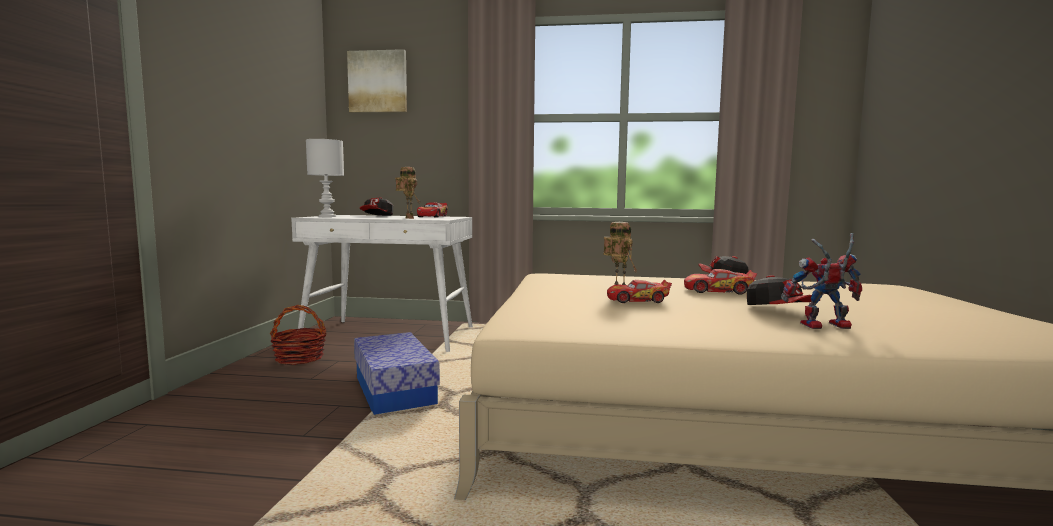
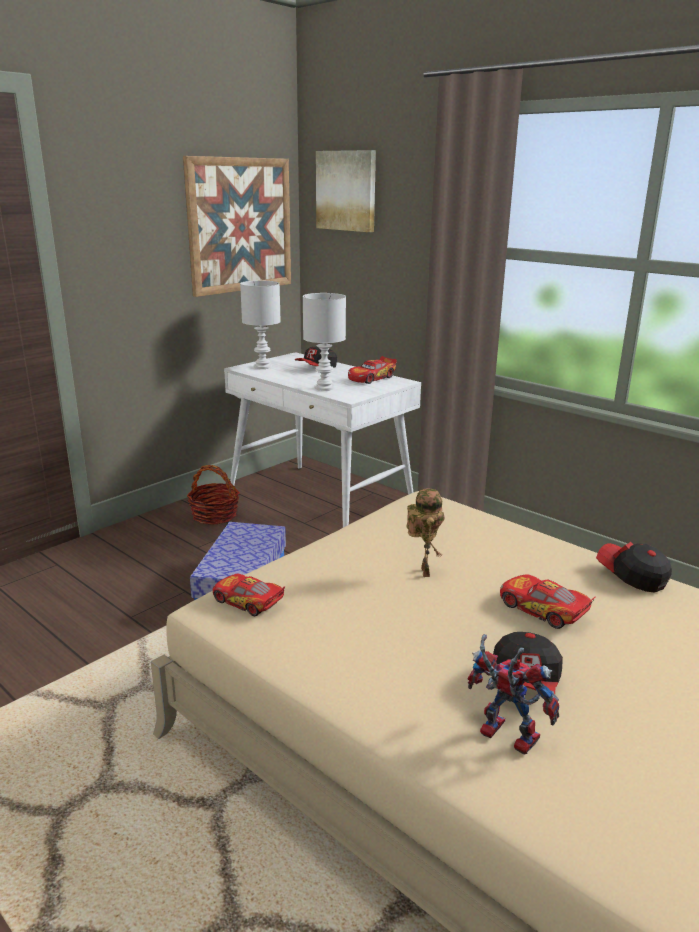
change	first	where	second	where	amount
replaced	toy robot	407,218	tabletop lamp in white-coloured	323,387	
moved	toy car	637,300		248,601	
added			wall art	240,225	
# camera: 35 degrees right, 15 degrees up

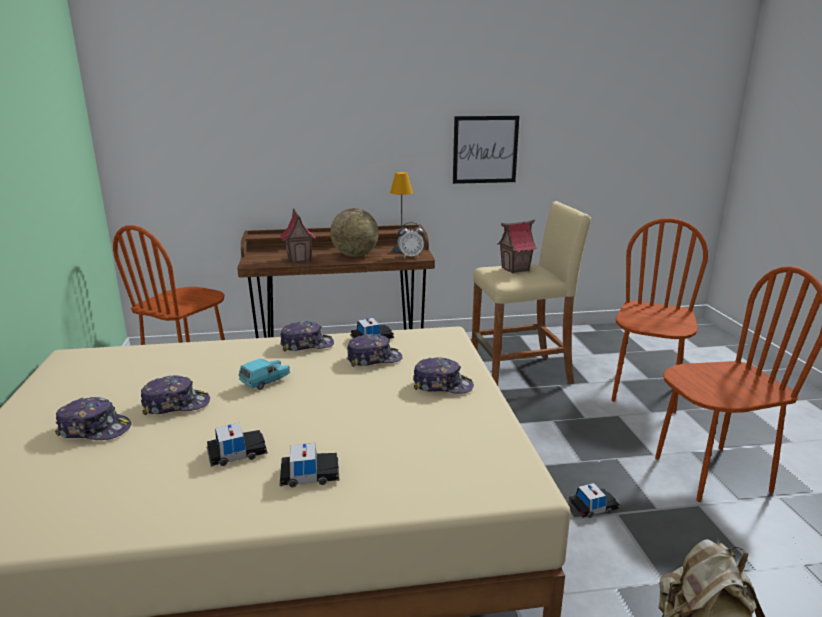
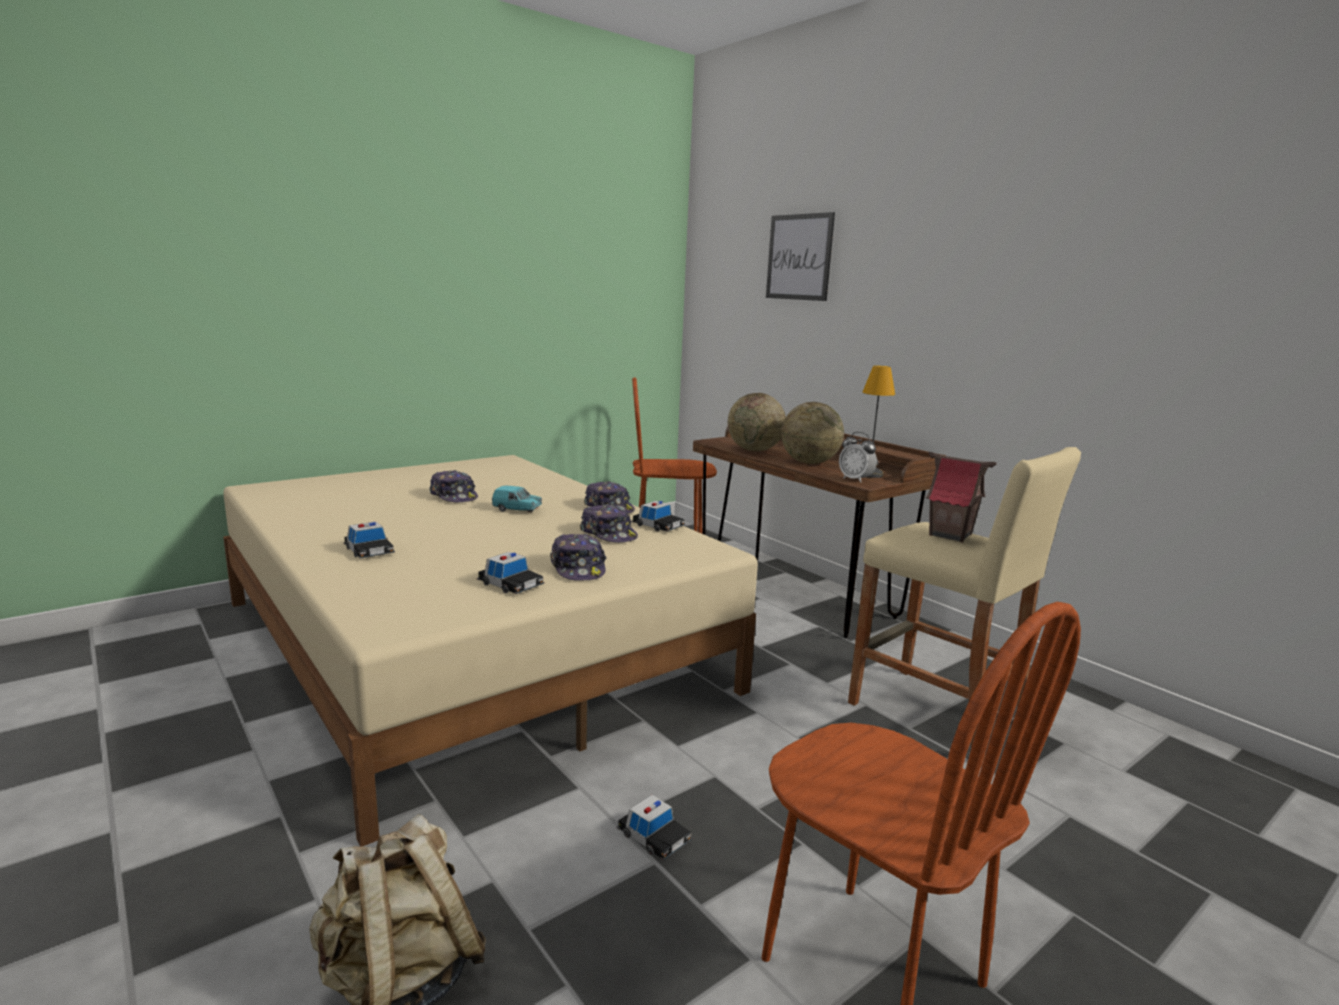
change	first	where	second	where	amount
removed	baseball cap	95,429			
moved	toy car	237,453		510,584	
replaced	toy house	299,259	globe	754,450	
moved	wall art	485,149		799,257	
removed	plain chair in brownish	645,392			
# camera: 60 degrees right, 5 degrees down

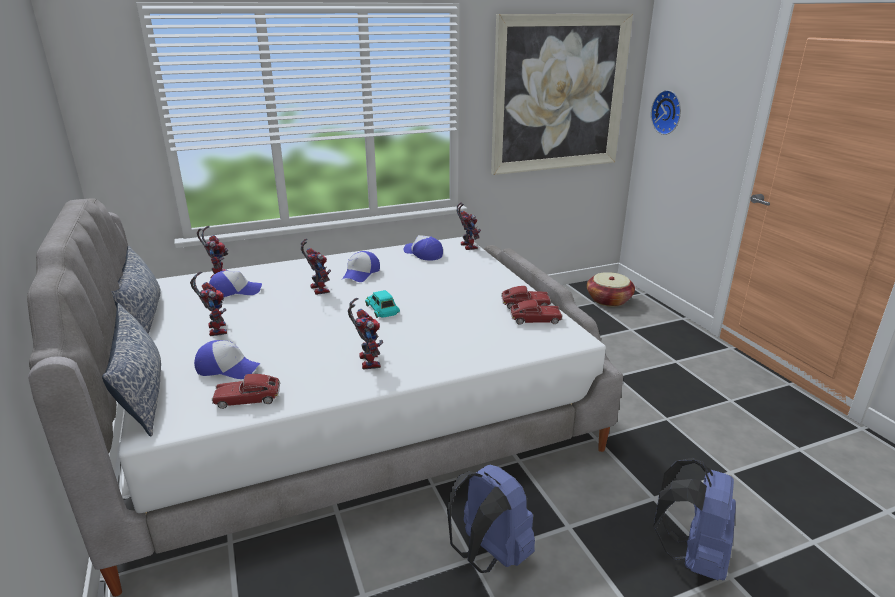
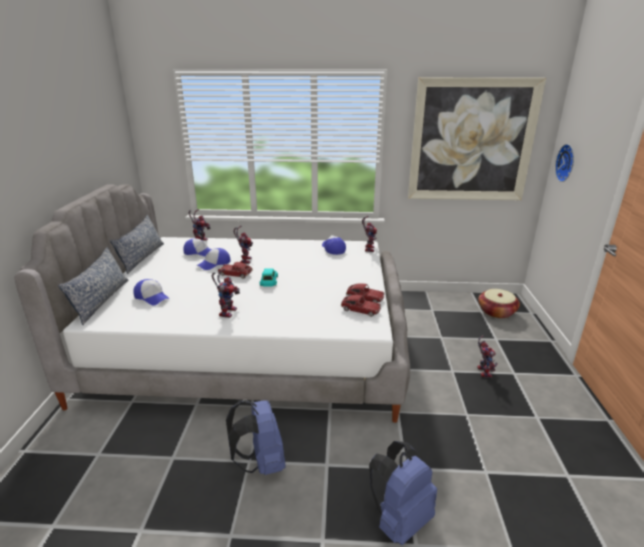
change	first	where	second	where	amount
moved	toy robot	215,329		482,371	
moved	toy car	248,399		235,274	
moved	baseball cap	361,273		214,264	
# camera: 25 degrees right, 0 degrees up

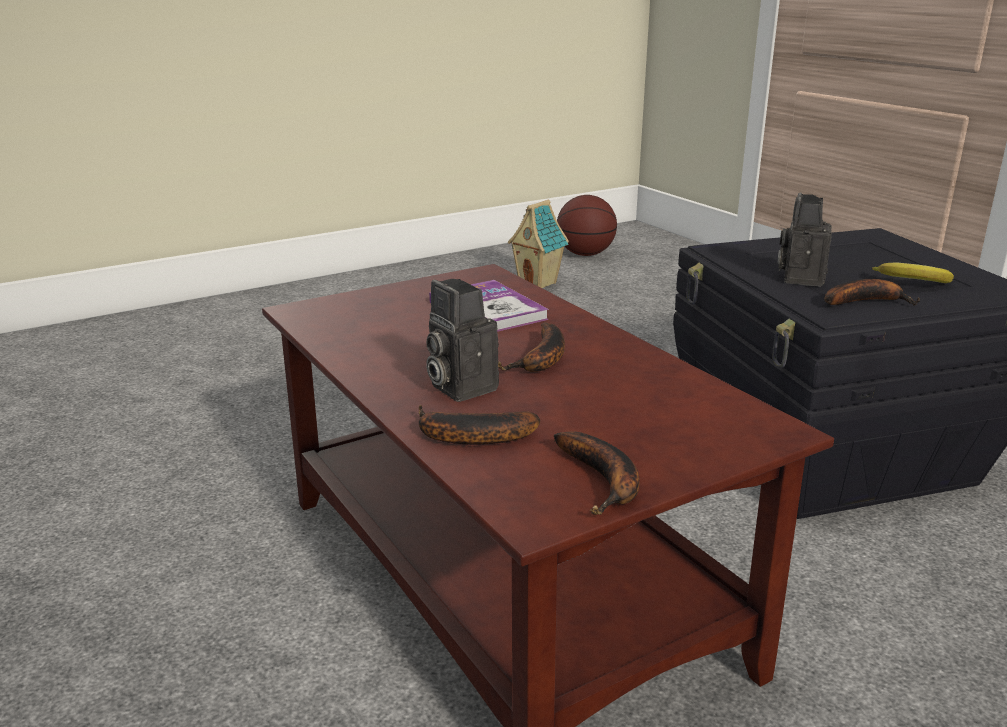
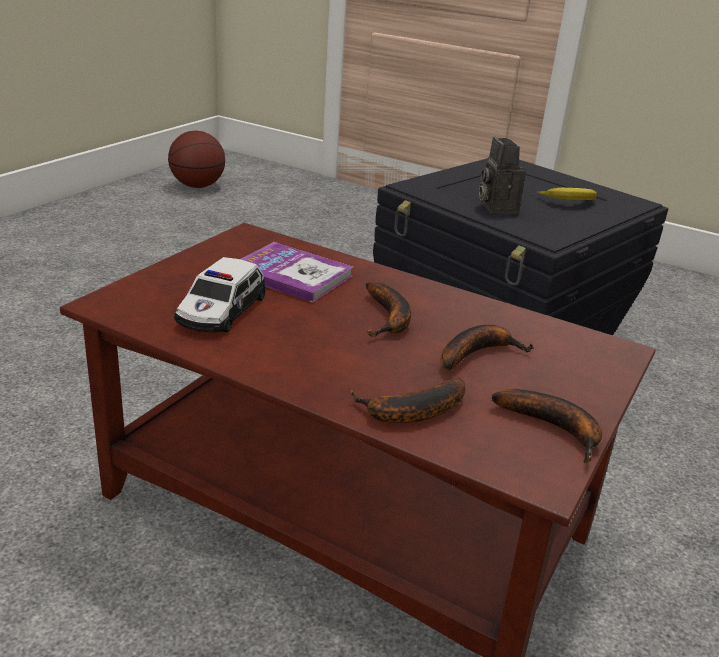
change	first	where	second	where	amount
removed	photo camera	458,387			
removed	toy house	538,283			
moved	banana	866,301		477,353	
added			toy car	221,311	
# camera: 30 degrees left, 5 degrees up

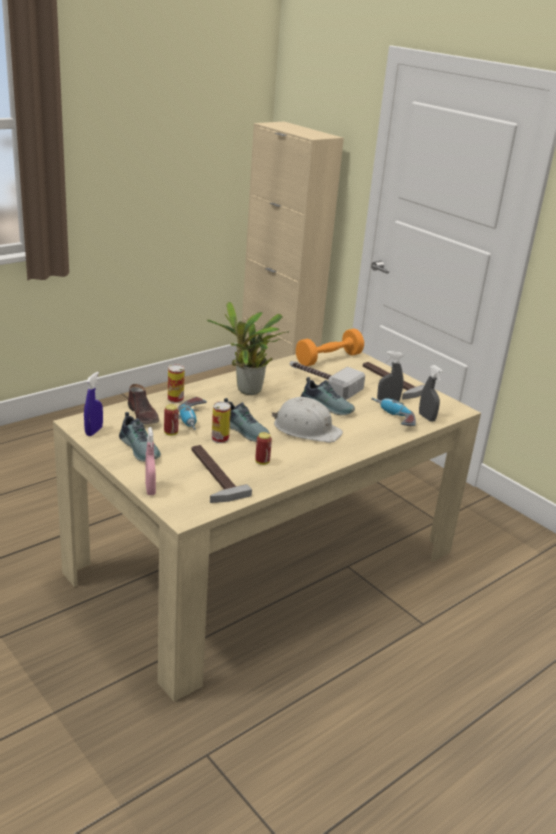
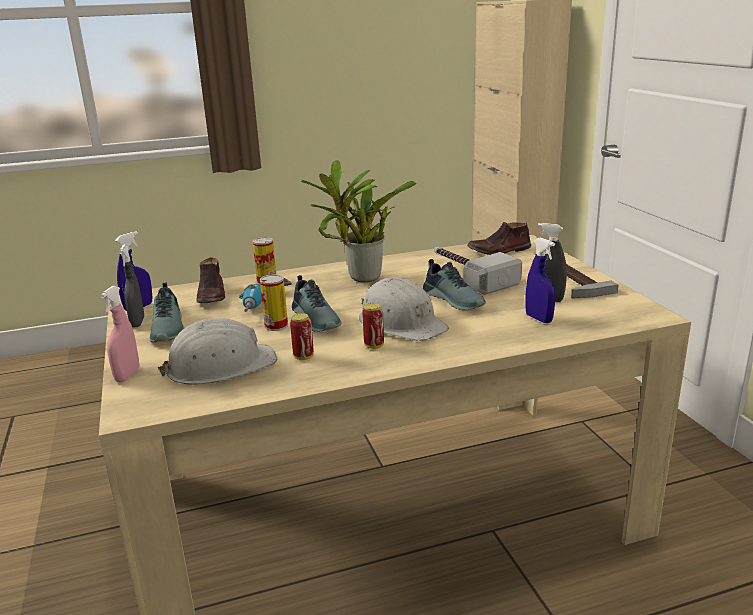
change	first	where	second	where	amount
moved	can	171,433		374,346	
replaced	hammer	210,475	work helmet in white-coloured	220,366	
replaced	free weight in orangey	328,359	low shoe in brownish	499,251	
replaced	drill	392,418	sprayer in bluish	538,319	
moved	sprayer in grey	426,417		137,322	
# camera: 25 degrees right, 5 degrees down

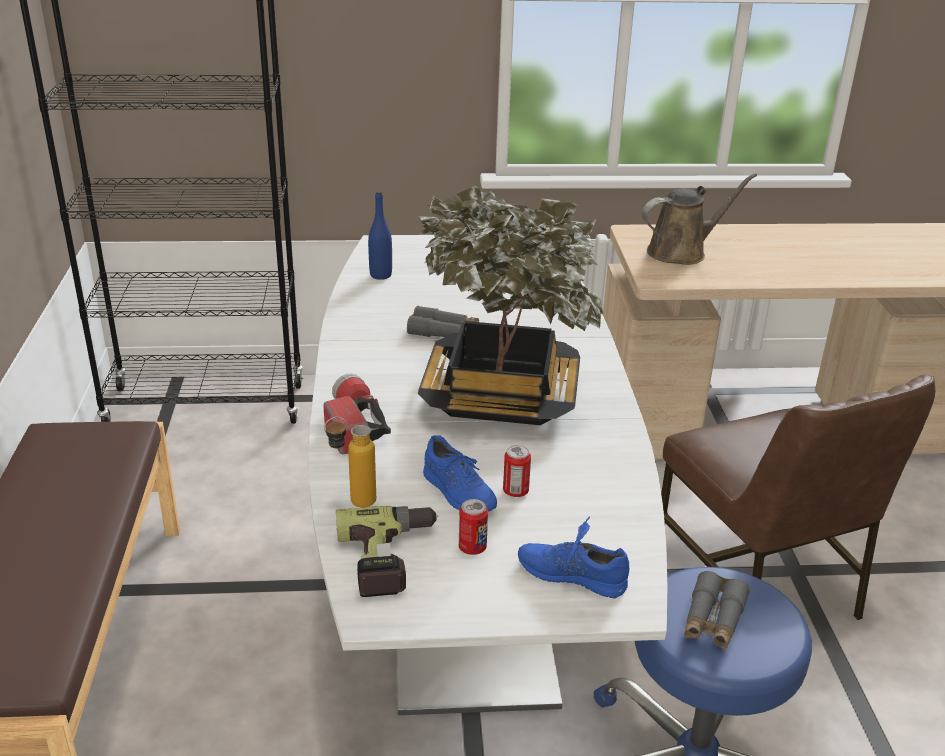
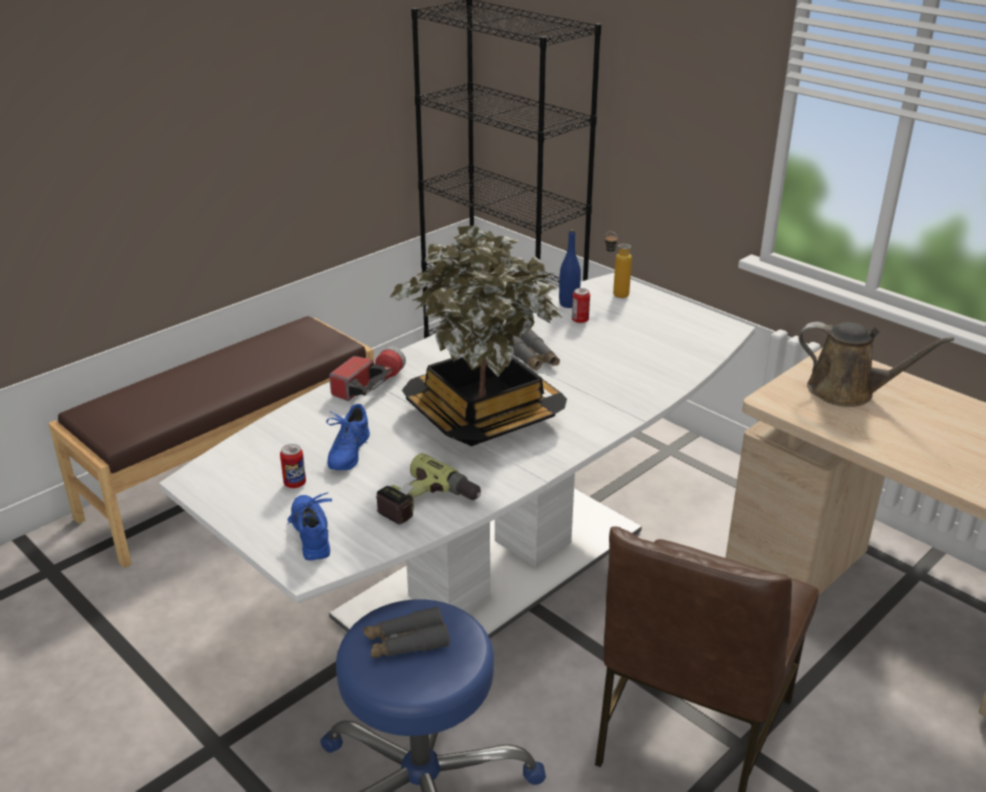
change	first	where	second	where	amount
moved	bottle	352,502		615,293	
moved	drill	391,559		427,505	
moved	can	515,491		580,320	
# camera: 50 degrees right, 0 degrees up

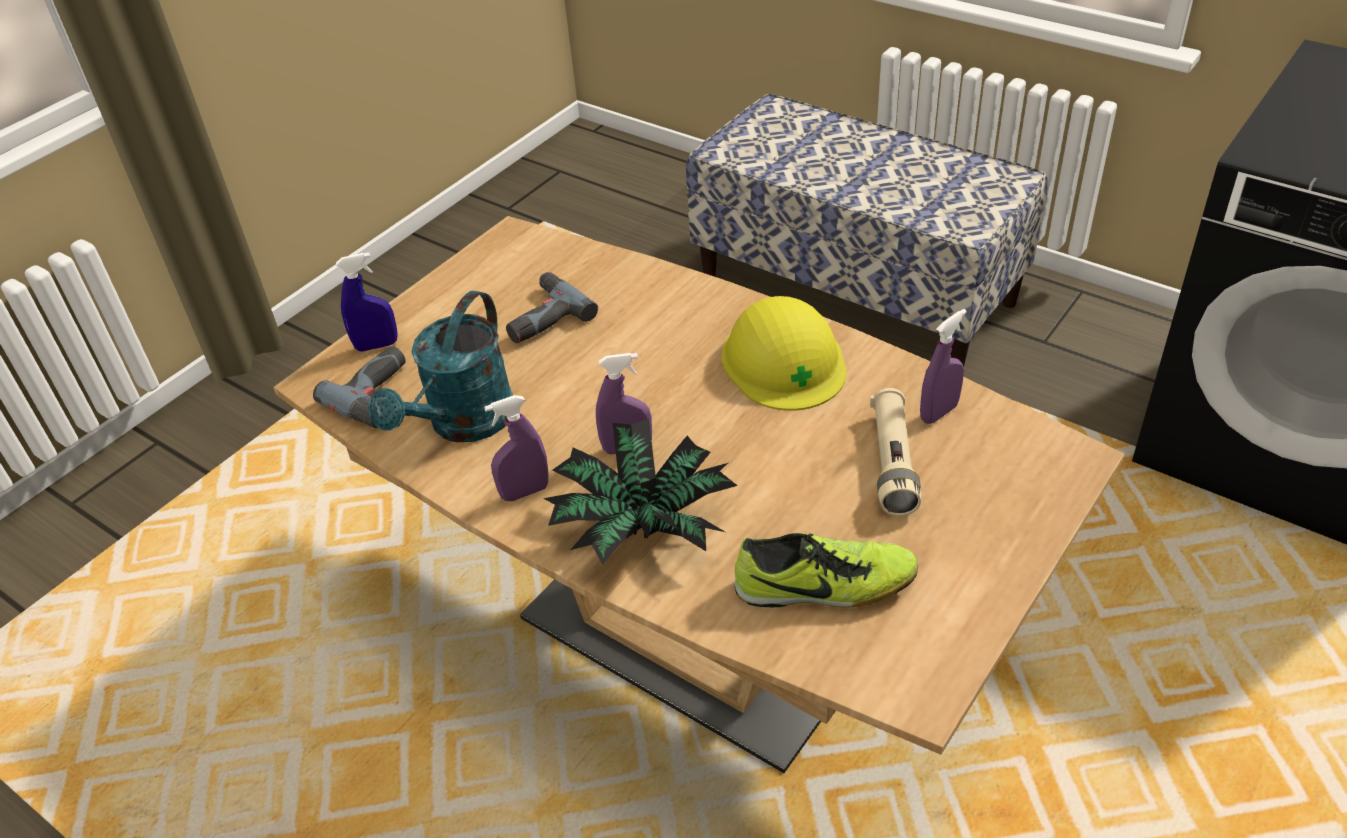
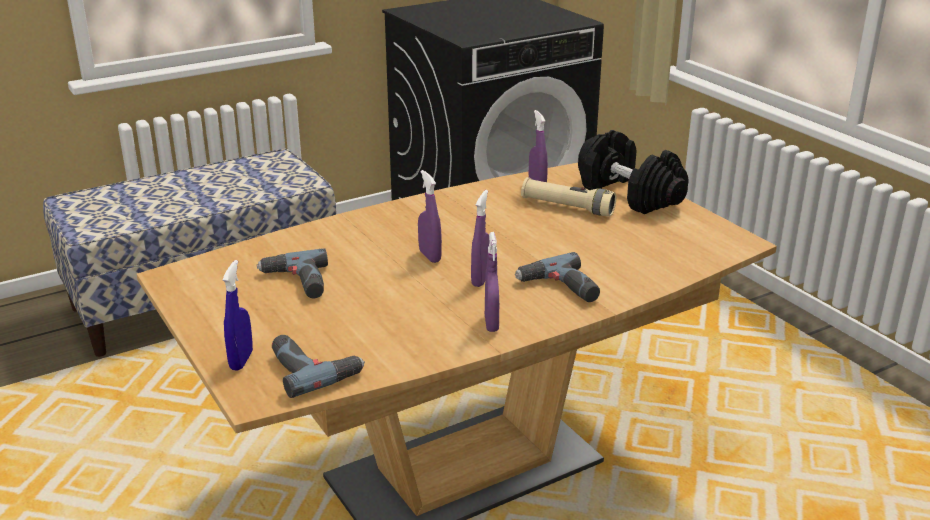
change	first	where	second	where	amount
removed	watering pot in blue-green	463,424			
replaced	houseplant	642,525	drill	559,289	
removed	work helmet in yellowish	783,361			
removed	low shoe	825,586			
added			sprayer in purplish	430,256	
added			free weight in black	630,194	
# camera: 70 degrees left, 15 degrees down

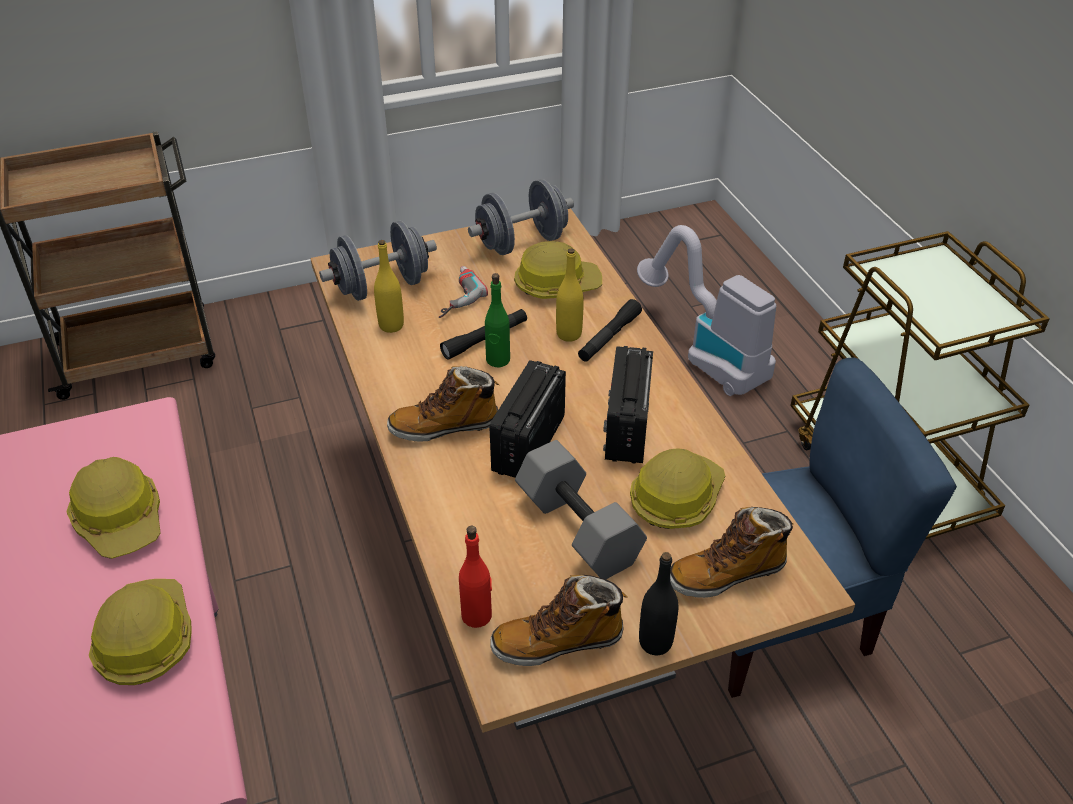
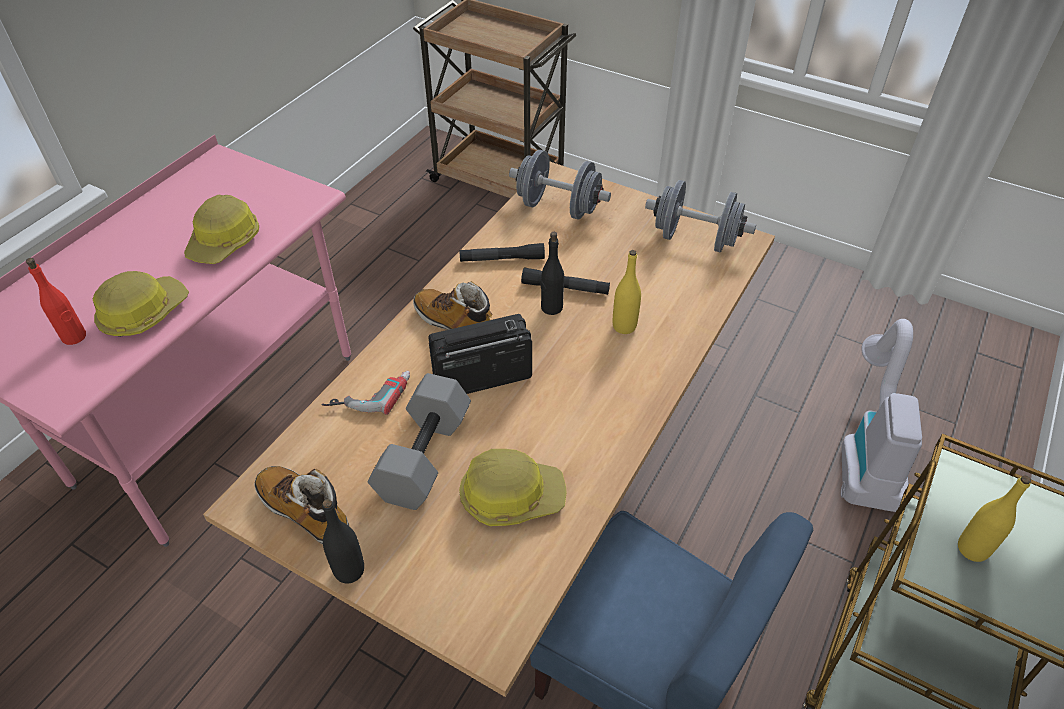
change	first	where	second	where	amount
moved	bottle in yellowish	391,325		972,549	
moved	drill	453,296		369,393	
moved	bottle in red-coloured	477,615		74,337	
recoloured	bottle in greenish	498,360	bottle in black	551,307	
removed	work helmet	556,284			
moved	hand torch in black	609,337		502,259	
removed	radio receiver	627,429			
removed	high-top boot	727,573			
# camera: 50 degrees right, 5 degrees up

